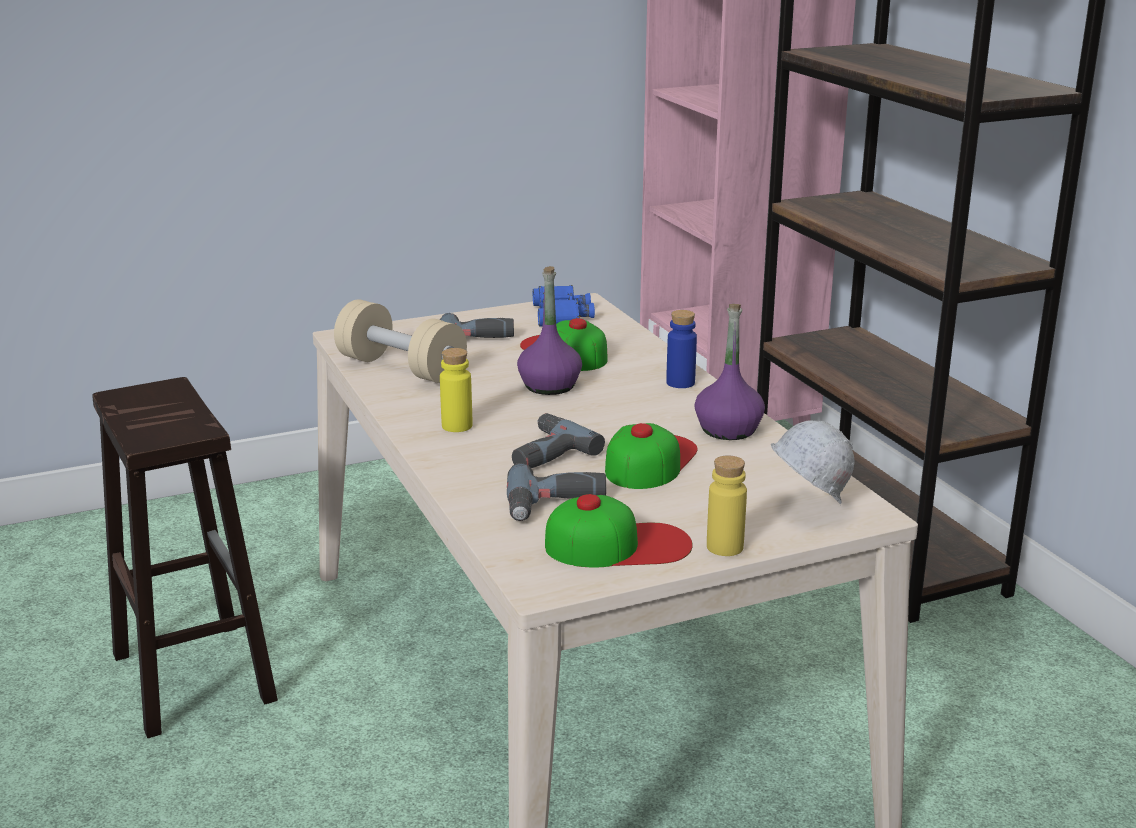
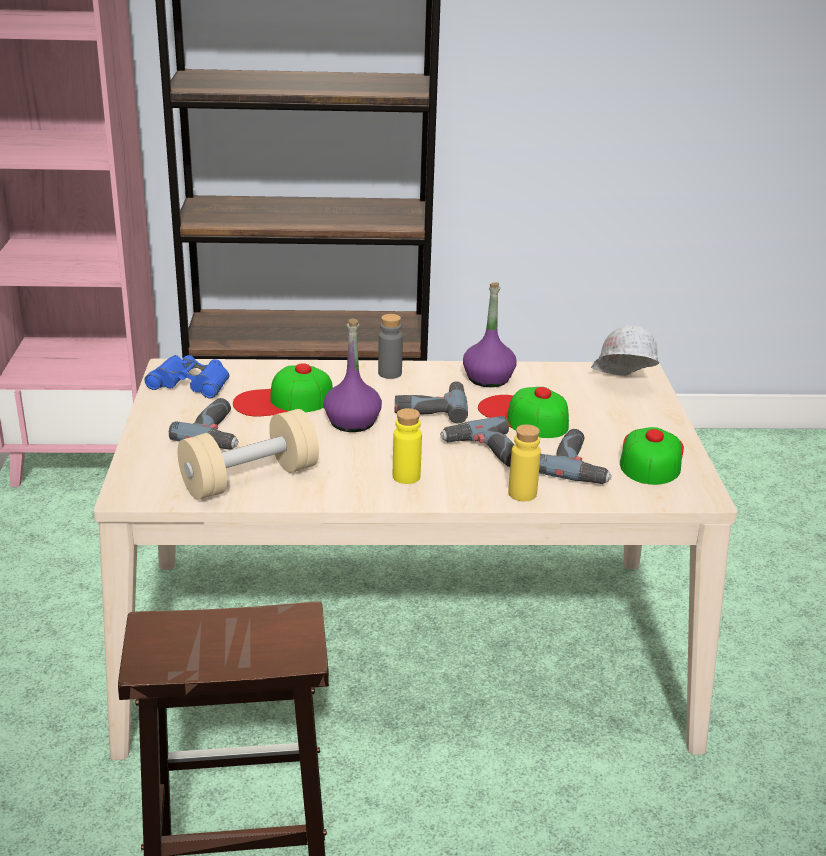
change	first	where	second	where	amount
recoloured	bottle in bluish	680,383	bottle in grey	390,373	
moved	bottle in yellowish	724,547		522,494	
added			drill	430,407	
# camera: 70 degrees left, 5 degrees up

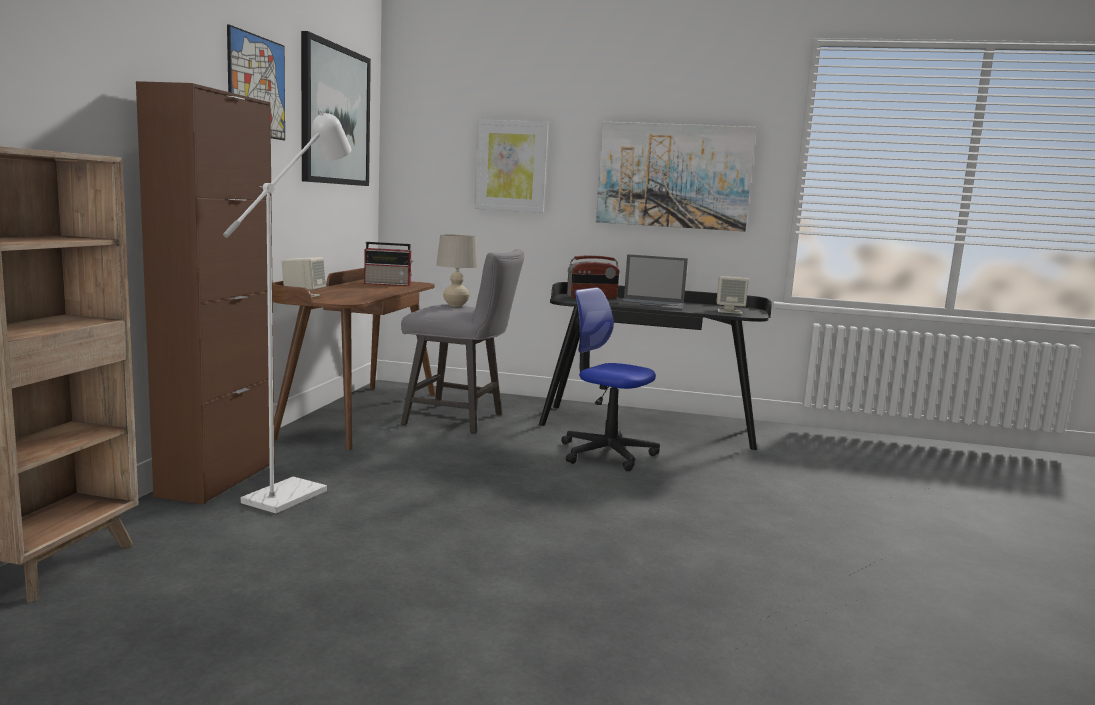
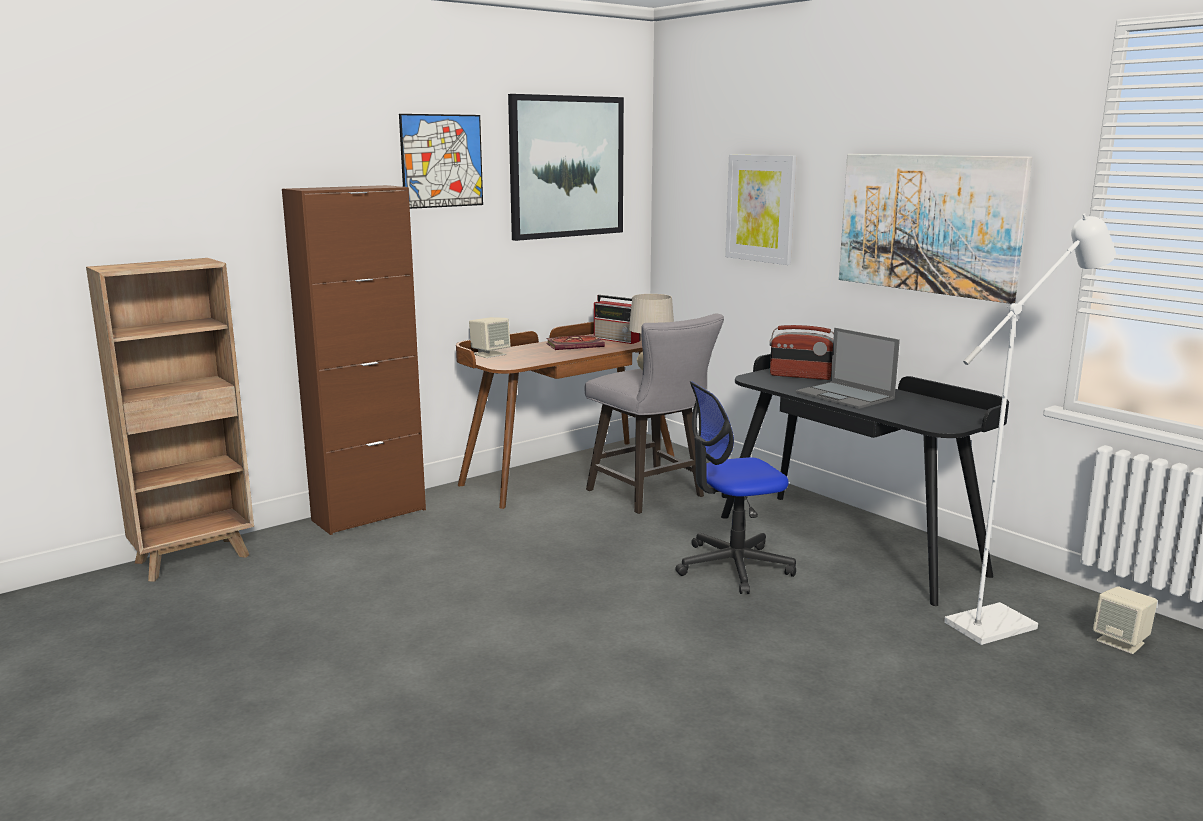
change	first	where	second	where	amount
moved	standard lamp in white-coloured	295,492		1002,622	
turned	desk chair	606,453		733,567	90 degrees counterclockwise
moved	loudspeaker in beige	730,311		1121,642	
added			bound book	576,345	
# camera: 40 degrees right, 5 degrees up

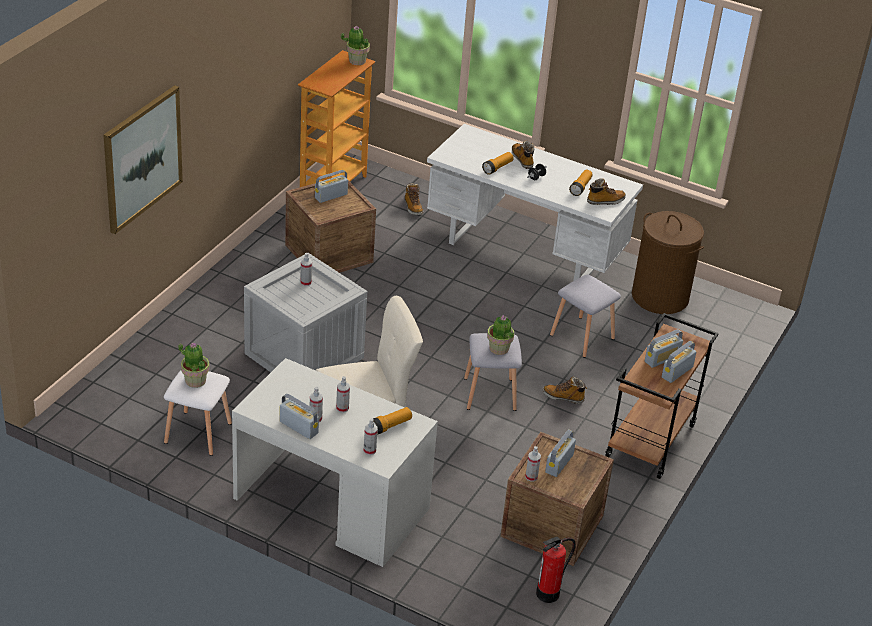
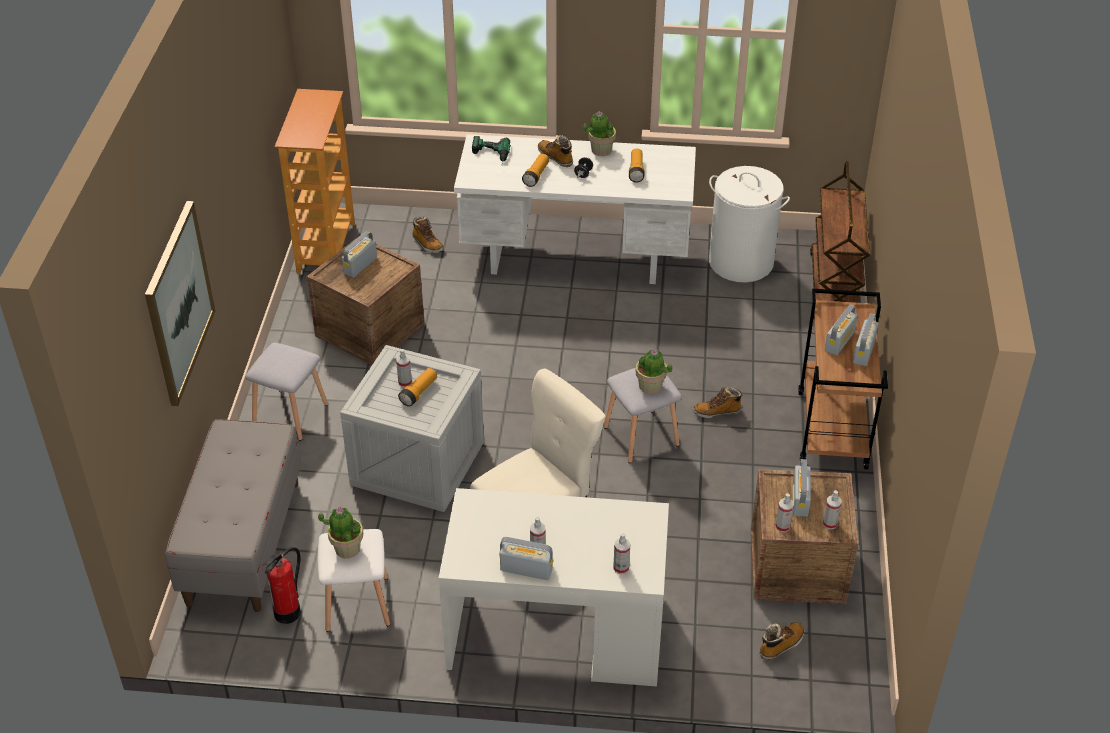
change	first	where	second	where	amount
moved	sprayer	342,408		830,523	
moved	houseplant	357,61		601,150	
moved	hand torch	390,426		419,392	
moved	extinguisher	548,594		287,613	
moved	stool seat in grey	582,336		290,413	
moved	high-top boot	605,201		781,645	
recoloured	laundry basket in brownish	660,297	laundry basket in white-coloured	741,262	
added			long seat in grey	243,542	
added			drill	490,155	
added			trolley in brownish	834,288	
# camera: 20 degrees left, 5 degrees up

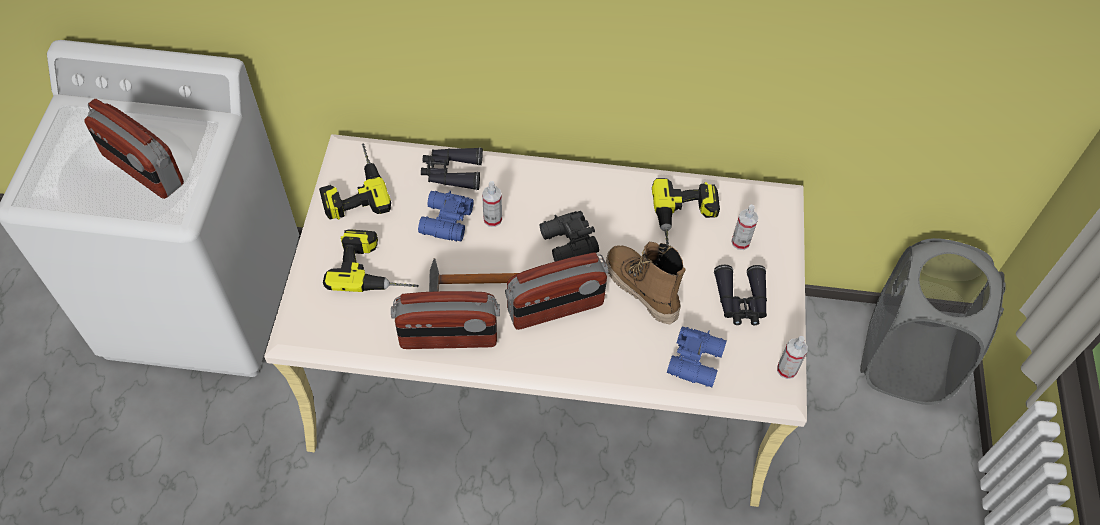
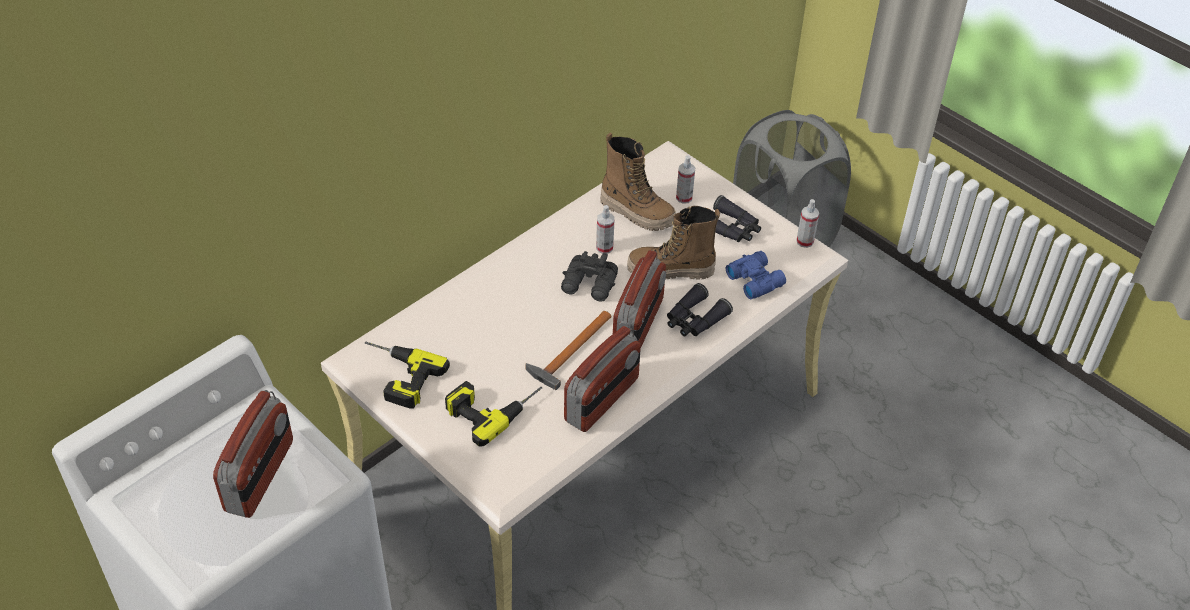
change	first	where	second	where	amount
turned	radio receiver	142,170		260,476	60 degrees counterclockwise
removed	binoculars in bluish	444,221			
moved	binoculars in black	451,172		694,319	
moved	sprayer	492,219		604,247	
replaced	drill	685,221	high-top boot	637,212	
# camera: 50 degrees left, 10 degrees down

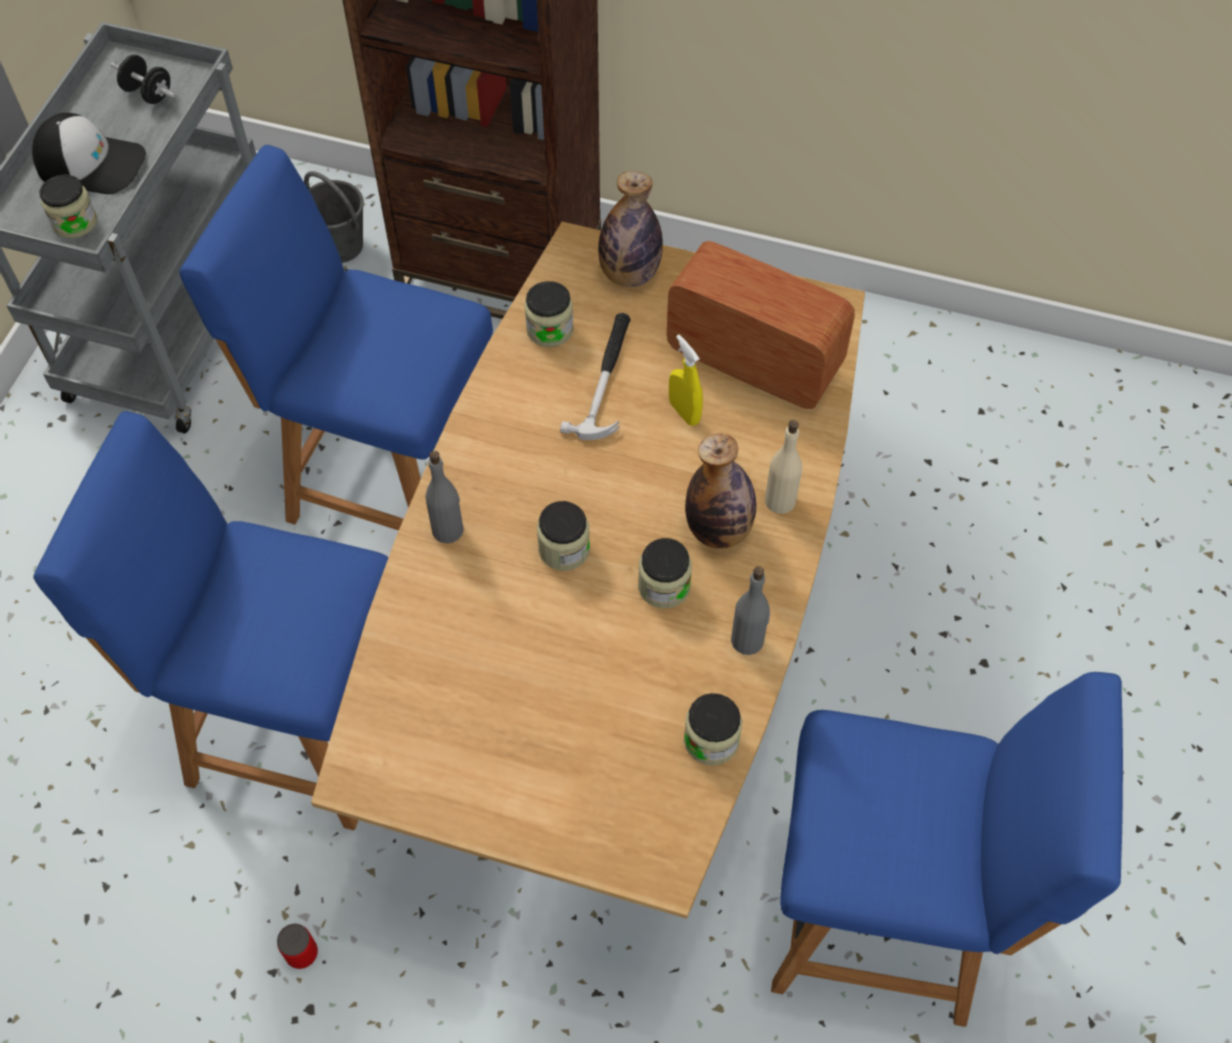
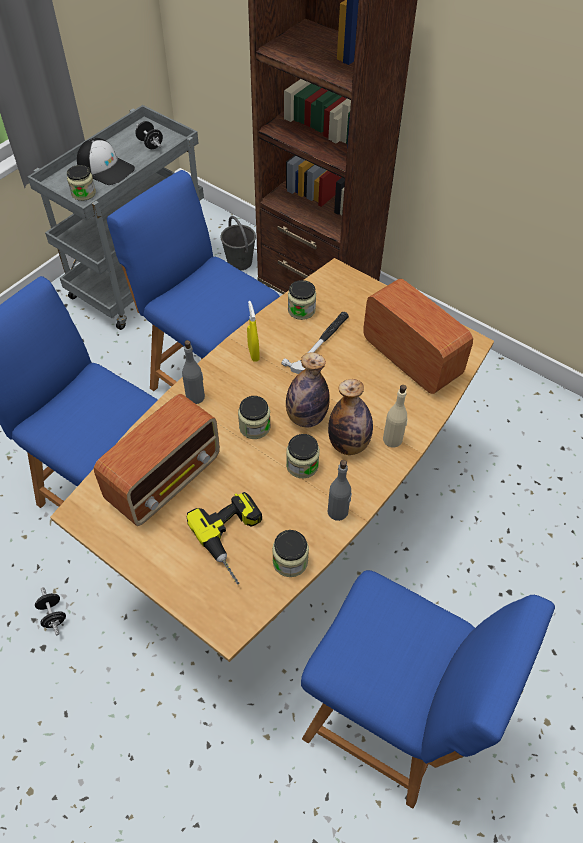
change	first	where	second	where	amount
replaced	can	301,953	free weight in black	53,615	
moved	bottle	629,274		306,417	
moved	sprayer in yellowish	684,412		253,353	
added			radio receiver	166,479	
added			drill	235,540	
# camera: 20 degrees right, 5 degrees down

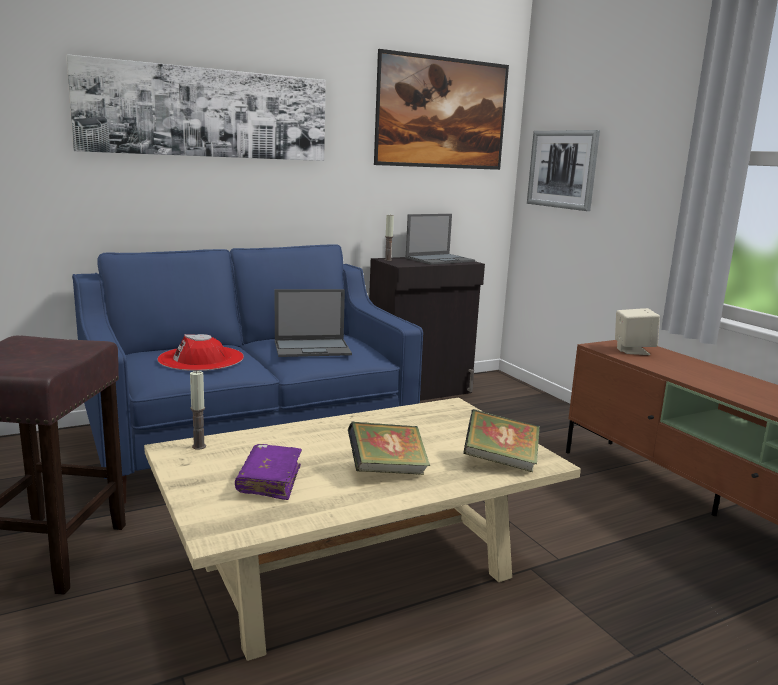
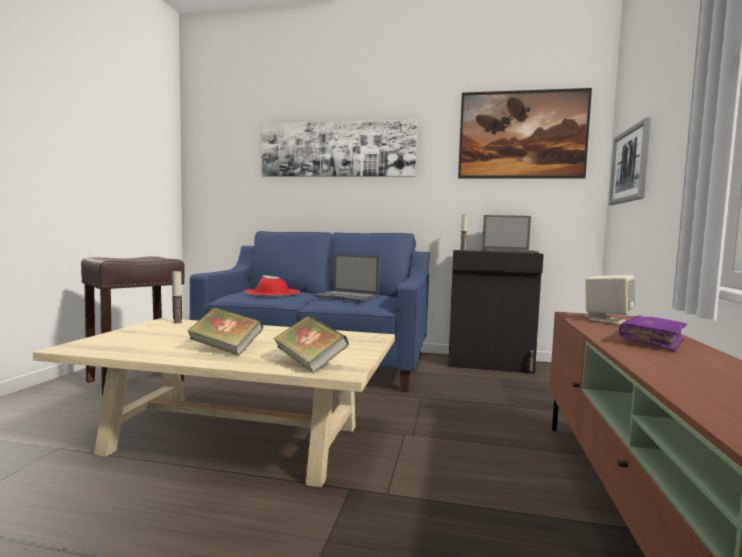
change	first	where	second	where	amount
moved	bound book in purplish	270,480		652,341	
# camera: 40 degrees right, 10 degrees down

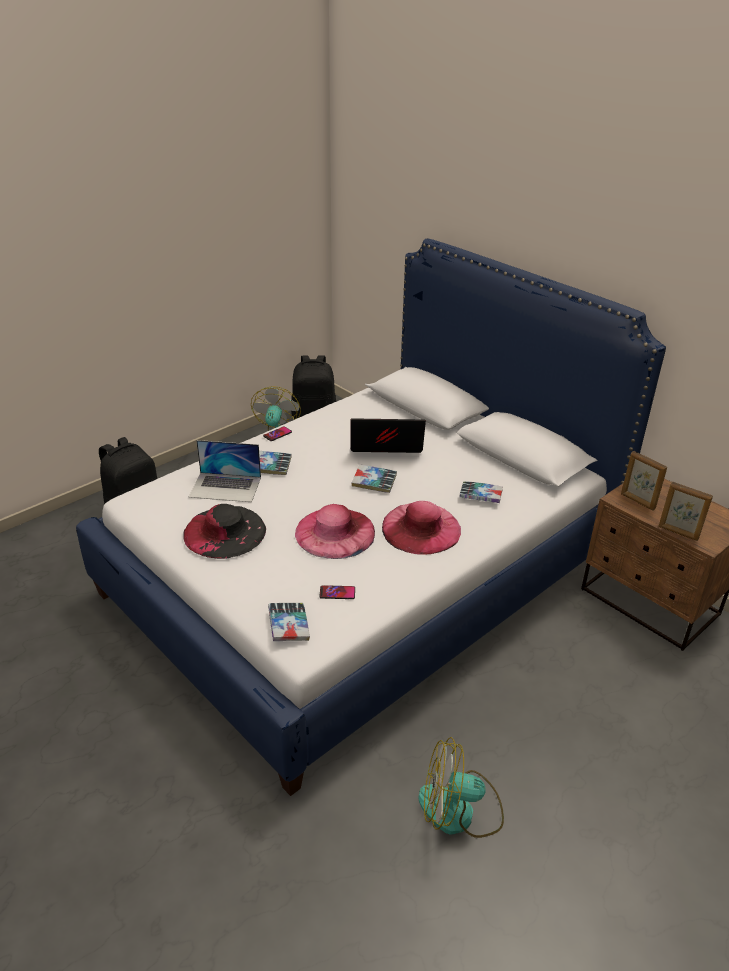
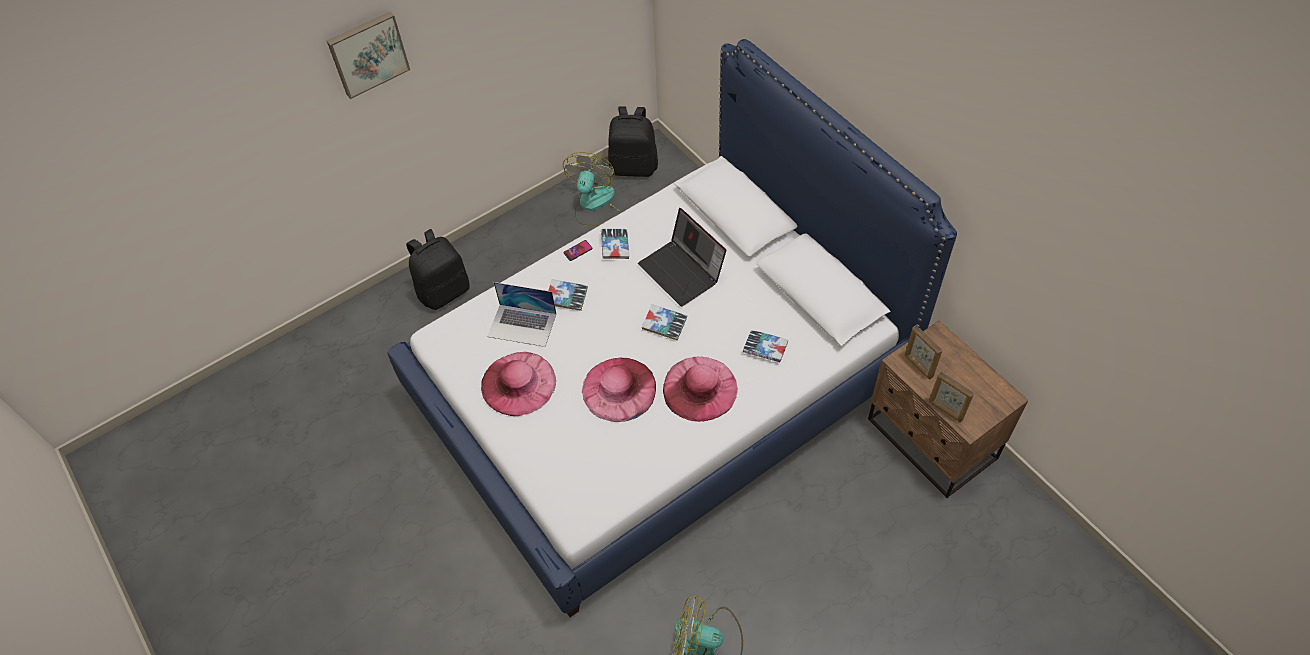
change	first	where	second	where	amount
recoloured	hat in black	225,532	hat in pink-coloured	518,383	
moved	bound book	289,625		615,246	
removed	phone	337,593			
turned	laptop	384,445		682,272	135 degrees counterclockwise
added			wall art	367,53	
# camera: 10 degrees right, 20 degrees up

